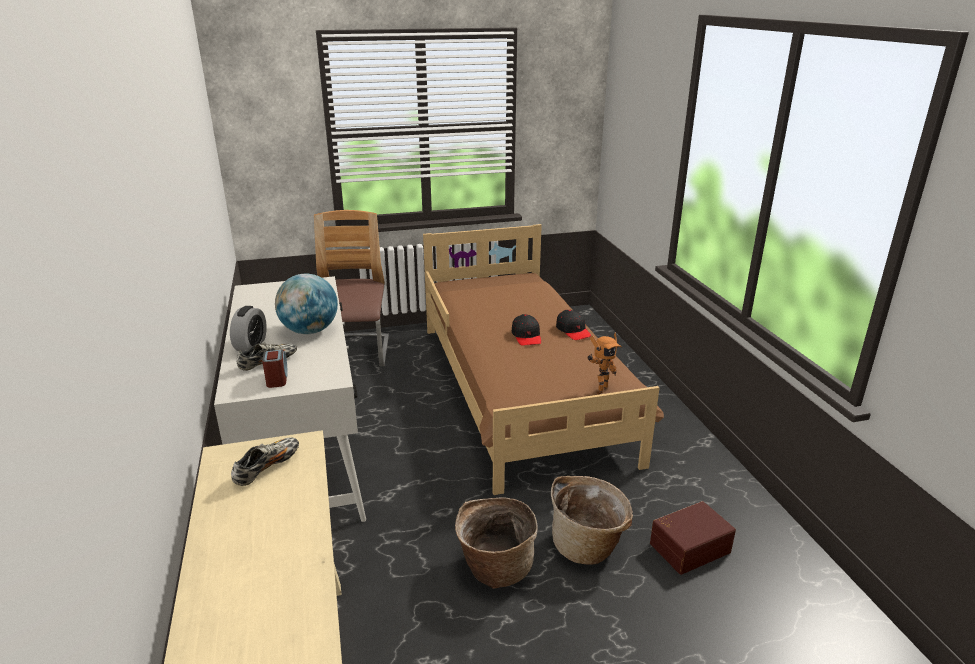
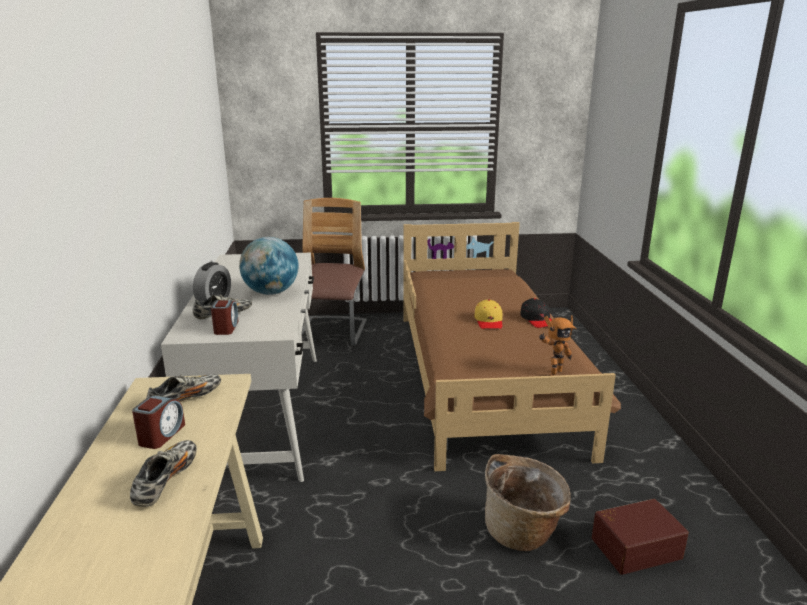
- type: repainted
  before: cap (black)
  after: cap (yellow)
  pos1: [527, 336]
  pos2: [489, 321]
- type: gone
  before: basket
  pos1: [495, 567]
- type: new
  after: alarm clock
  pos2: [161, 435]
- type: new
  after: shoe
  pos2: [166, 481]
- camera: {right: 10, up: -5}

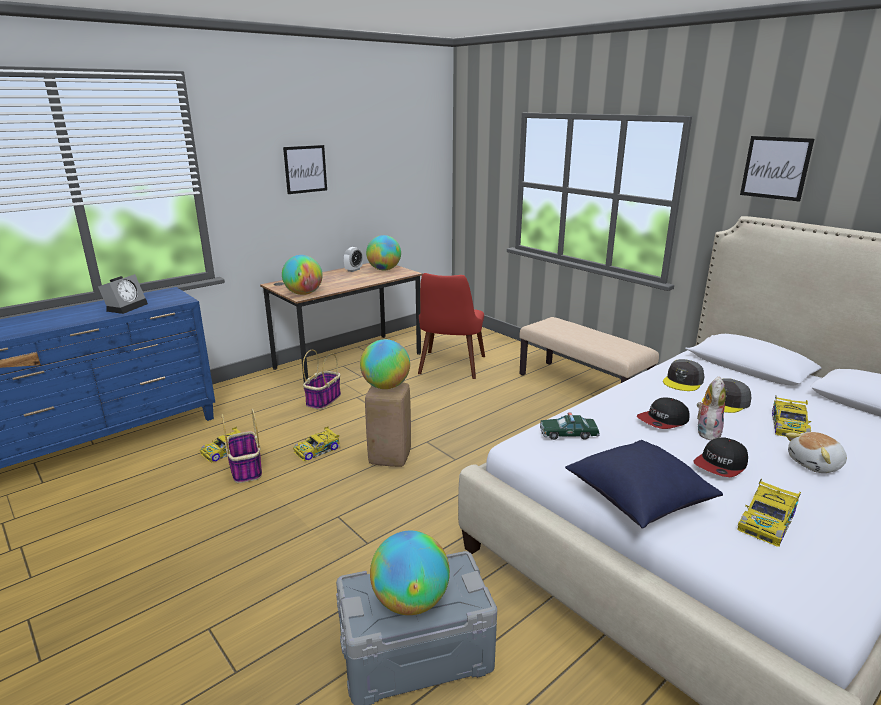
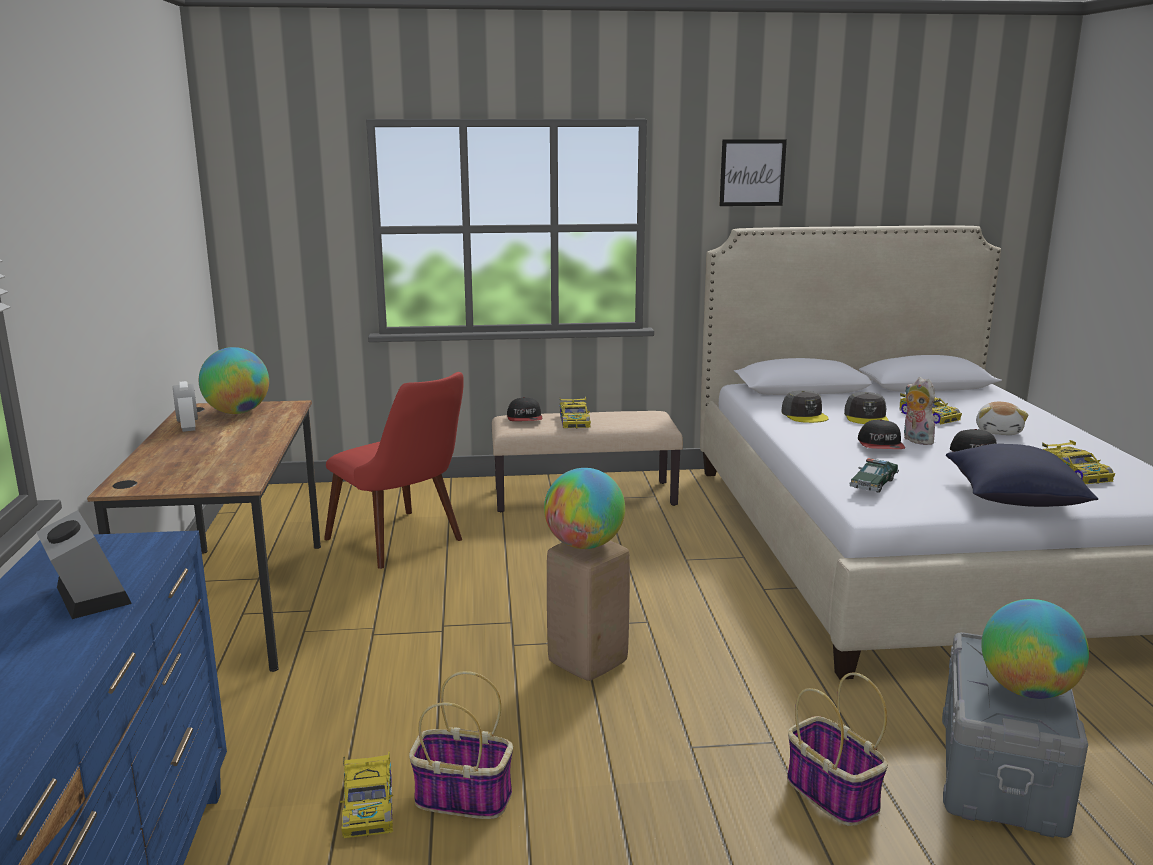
- type: gone
  before: picture
  pos1: [305, 169]
- type: gone
  before: globe
  pos1: [303, 294]
- type: shifted
  before: basket
  pos1: [323, 400]
  pos2: [830, 793]
- type: shifted
  before: toy car
  pos1: [318, 450]
  pos2: [574, 421]
- type: new
  after: cap
  pos2: [525, 418]
- camera: {right: -55, up: -5}

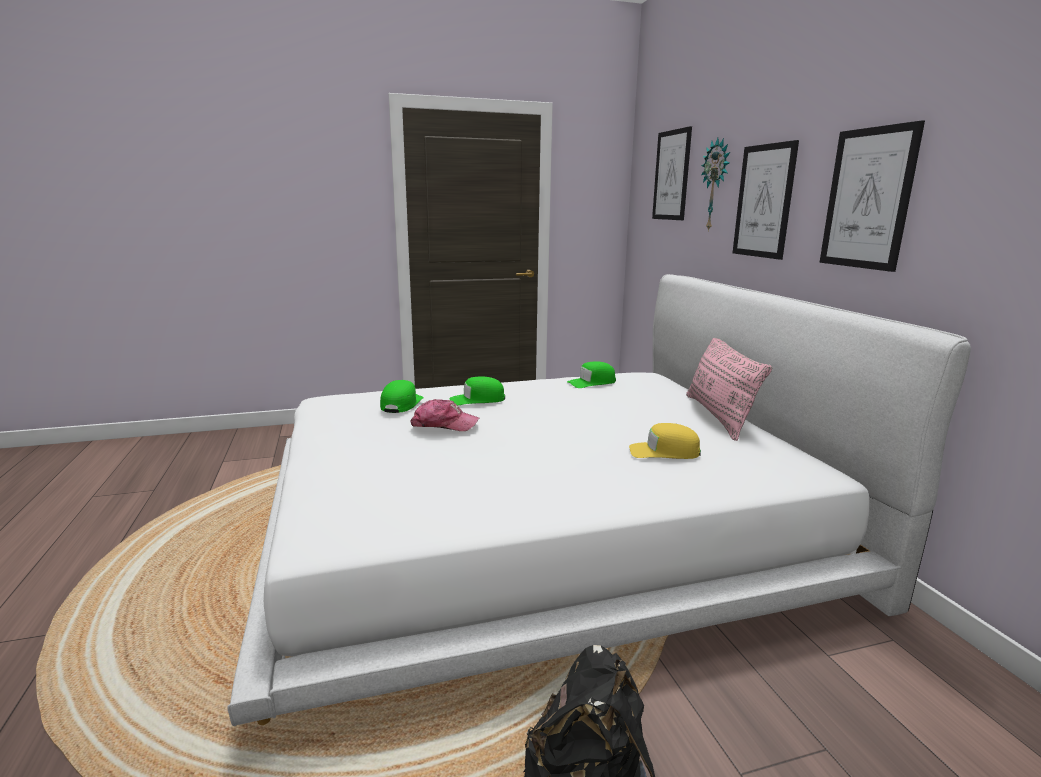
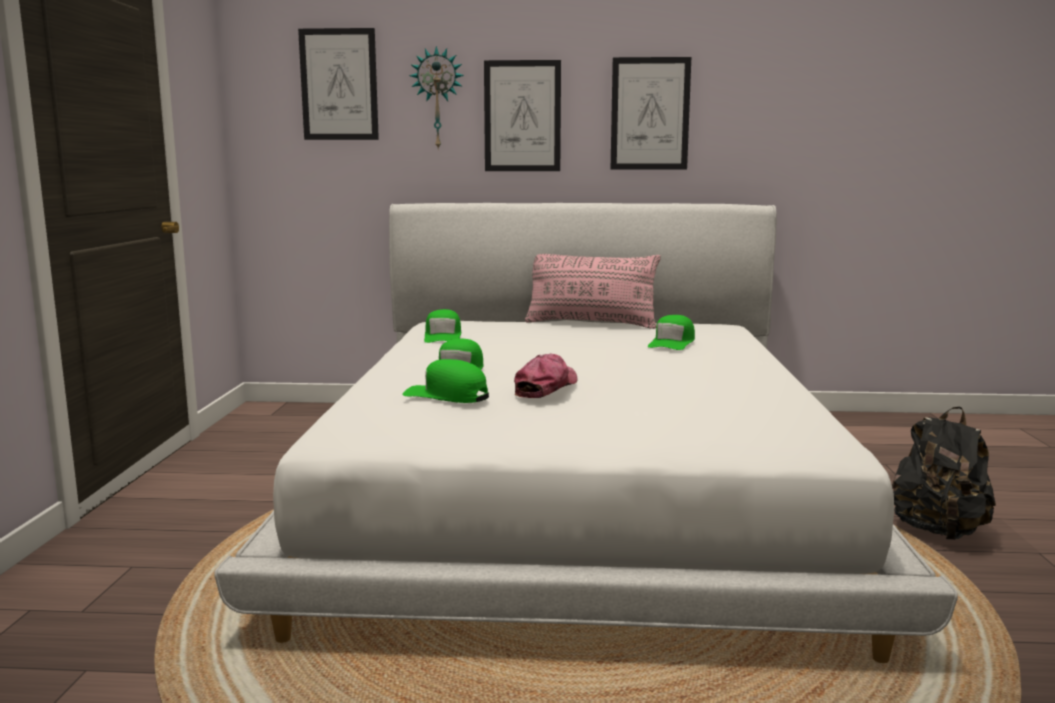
- type: repainted
  before: cap (yellow)
  after: cap (green)
  pos1: [664, 452]
  pos2: [672, 343]
- camera: {right: -70, up: -5}

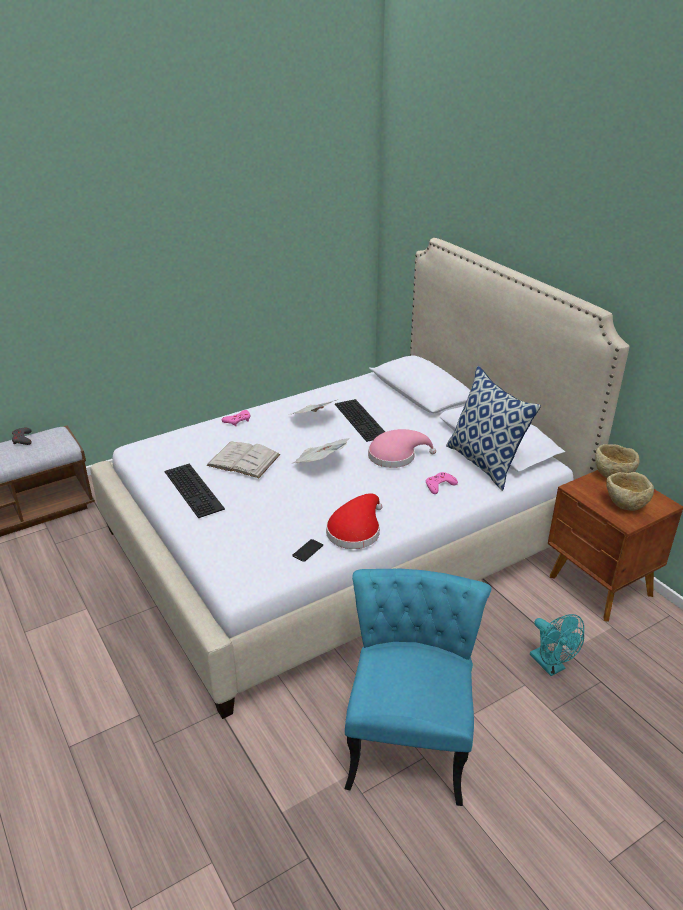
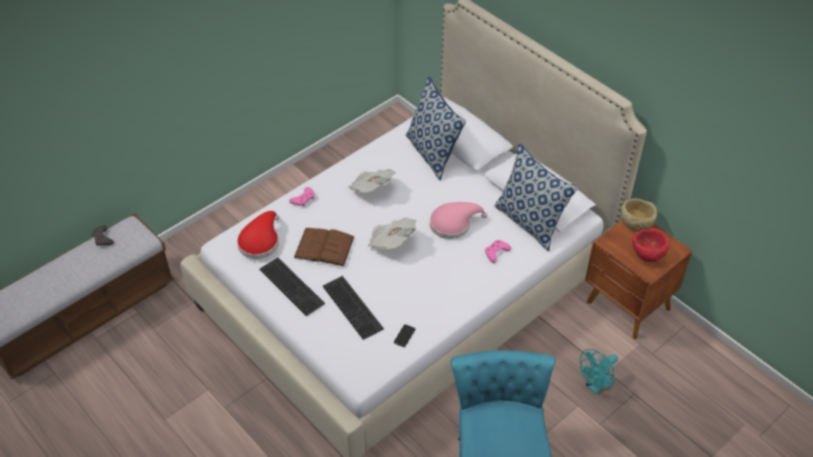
- type: shifted
  before: keyboard
  pos1: [362, 420]
  pos2: [354, 307]
- type: repainted
  before: book (white)
  after: book (brown)
  pos1: [243, 460]
  pos2: [324, 247]
- type: repainted
  before: bowl (beige)
  after: bowl (red)
  pos1: [625, 504]
  pos2: [647, 254]
- type: shifted
  before: hat (red)
  pos1: [355, 530]
  pos2: [260, 241]
- type: rotated
  before: fan (turquoise)
  pos1: [551, 666]
  pos2: [596, 386]
  turn: 90
- type: new
  after: pillow
  pos2: [433, 154]
- camera: {right: -10, up: 15}

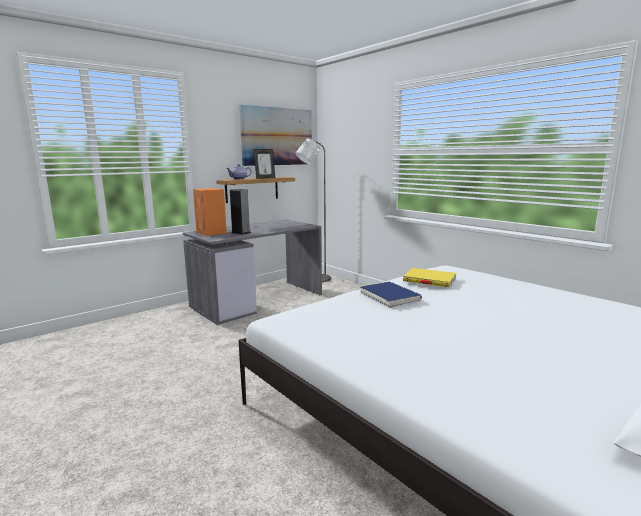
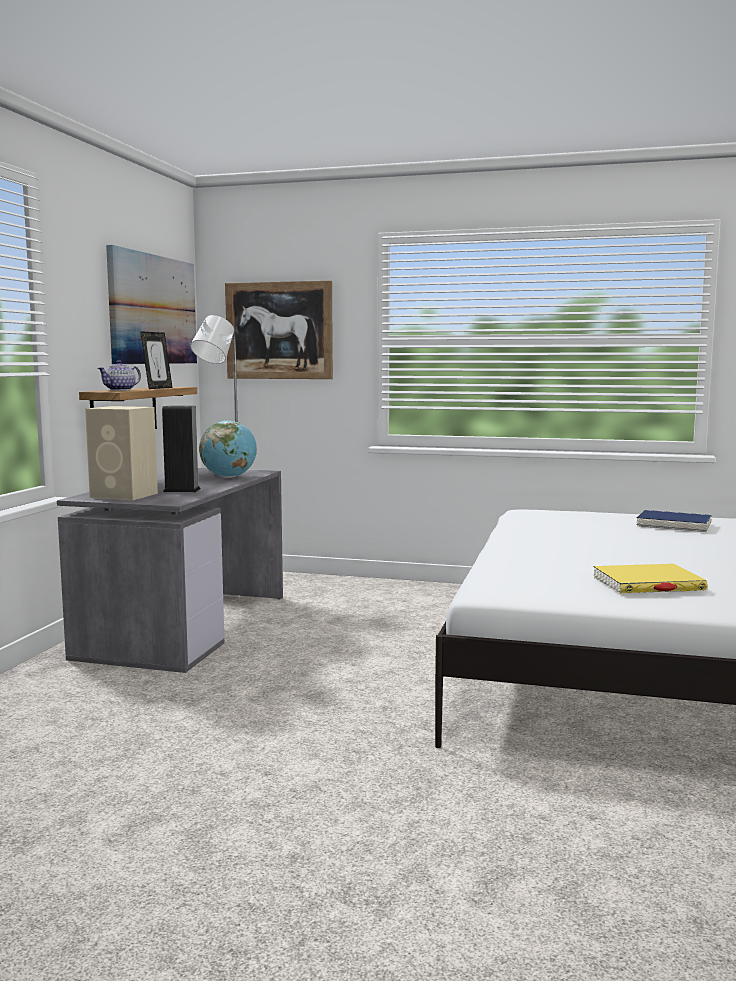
- type: repainted
  before: speaker (orange)
  after: speaker (beige)
  pos1: [211, 233]
  pos2: [125, 495]
- type: shifted
  before: book (yellow)
  pos1: [429, 280]
  pos2: [648, 584]
- type: shifted
  before: book (blue)
  pos1: [389, 296]
  pos2: [674, 524]
- type: new
  after: picture
  pos2: [279, 330]
- type: new
  after: globe
  pos2: [229, 477]
- camera: {right: -35, up: -5}

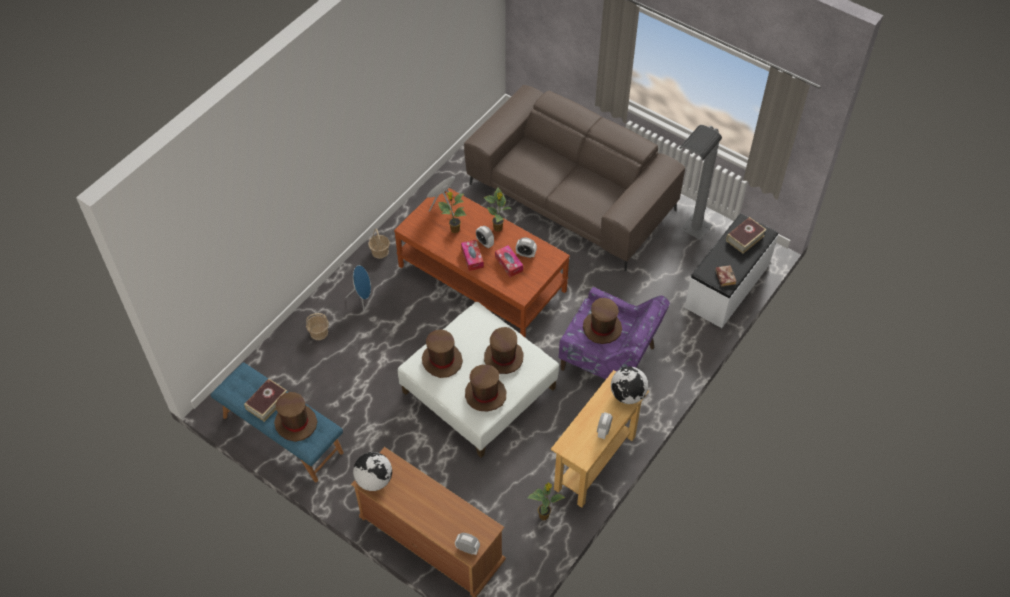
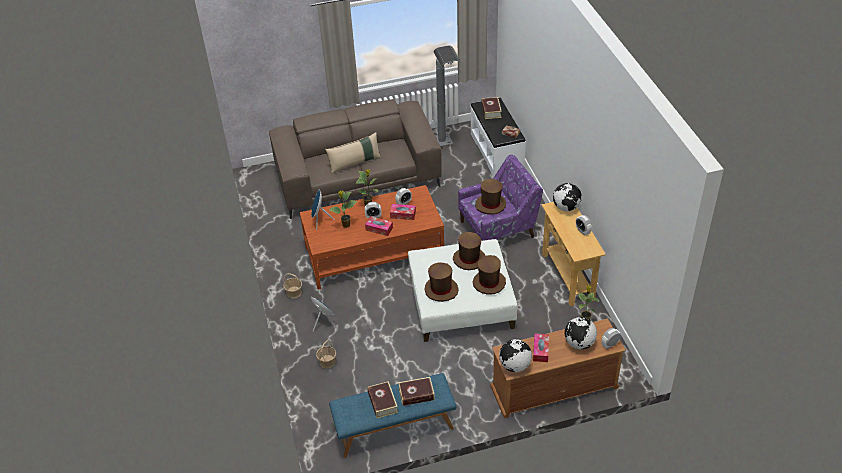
- type: swapped
  before: hat (brown)
  after: book
  pos1: [296, 423]
  pos2: [416, 394]
- type: new
  after: pillow (beige)
  pos2: [355, 163]
- type: new
  after: globe
  pos2: [579, 343]
- type: new
  after: tissue box
  pos2: [540, 350]
- camera: {right: -50, up: -10}

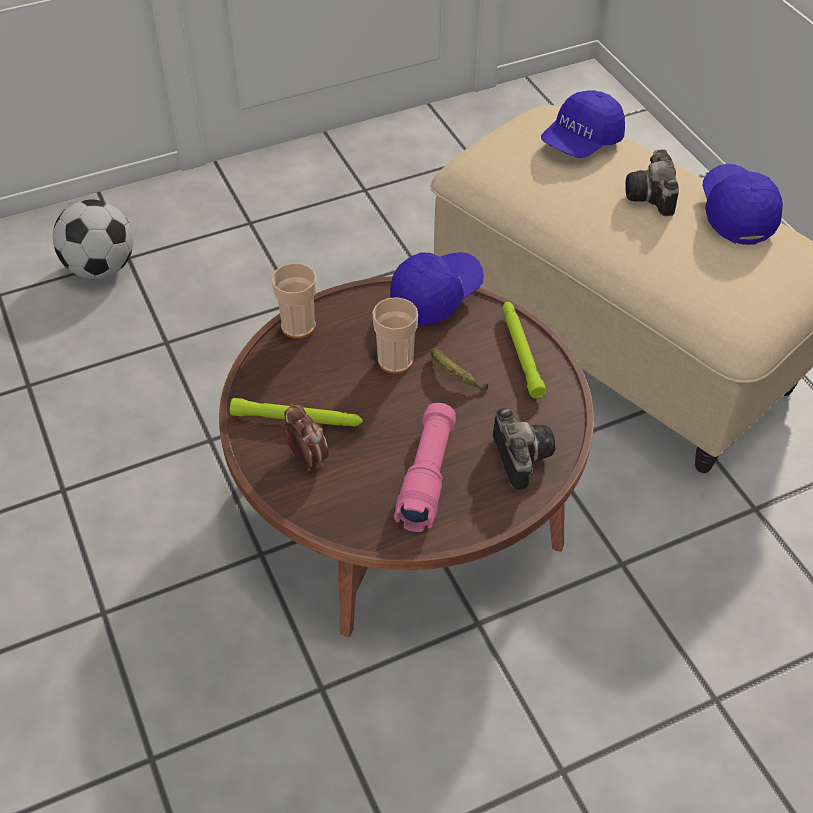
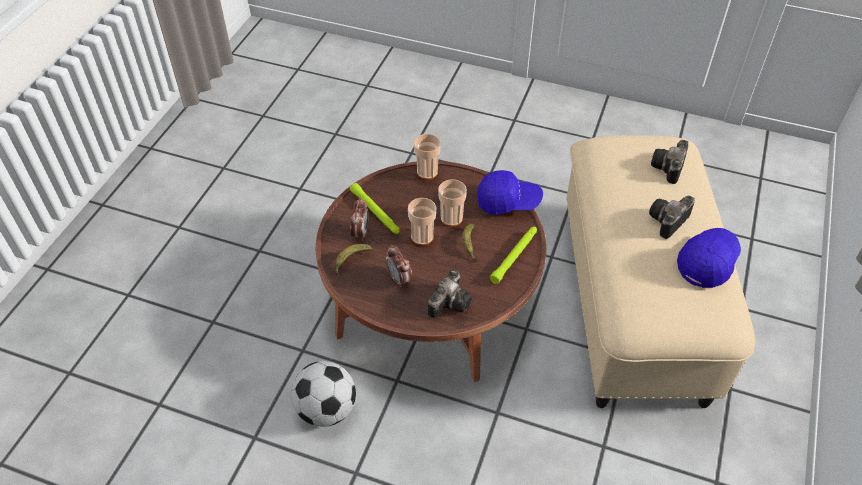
- type: swapped
  before: cap (blue)
  after: photo camera
  pos1: [581, 142]
  pos2: [668, 169]
- type: shifted
  before: football
  pos1: [100, 269]
  pos2: [326, 409]
- type: swapped
  before: flashlight (pink)
  after: alarm clock
  pos1: [427, 476]
  pos2: [399, 279]
- type: new
  after: cup
  pos2: [422, 237]
- type: new
  after: banana
  pos2: [350, 260]
- camera: {right: 45, up: 0}

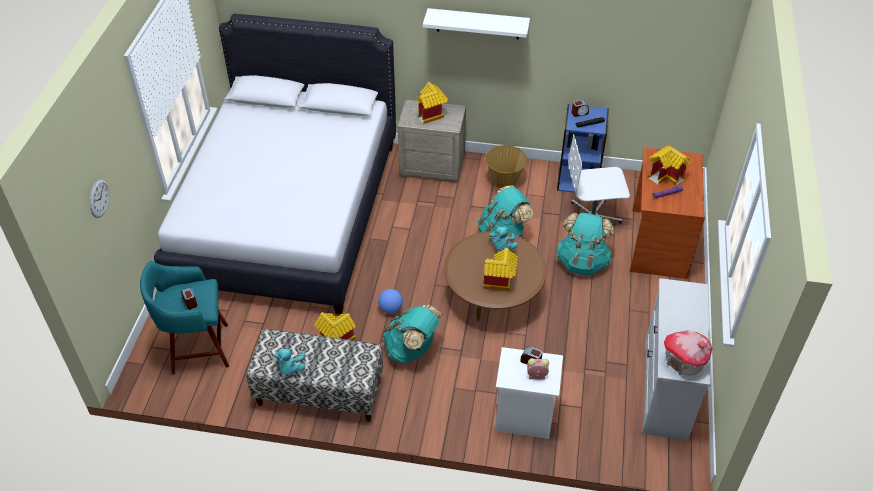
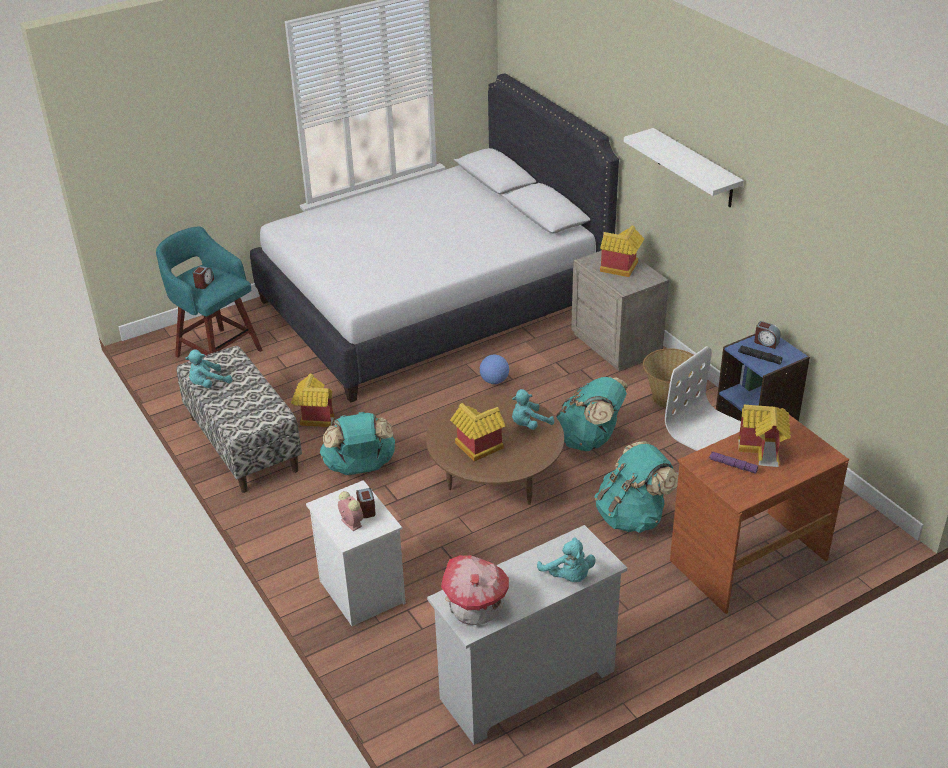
- type: gone
  before: wall clock
  pos1: [99, 198]
- type: shifted
  before: football
  pos1: [391, 309]
  pos2: [494, 381]
- type: new
  after: plush toy (turquoise)
  pos2: [568, 577]
- camera: {right: 50, up: -10}

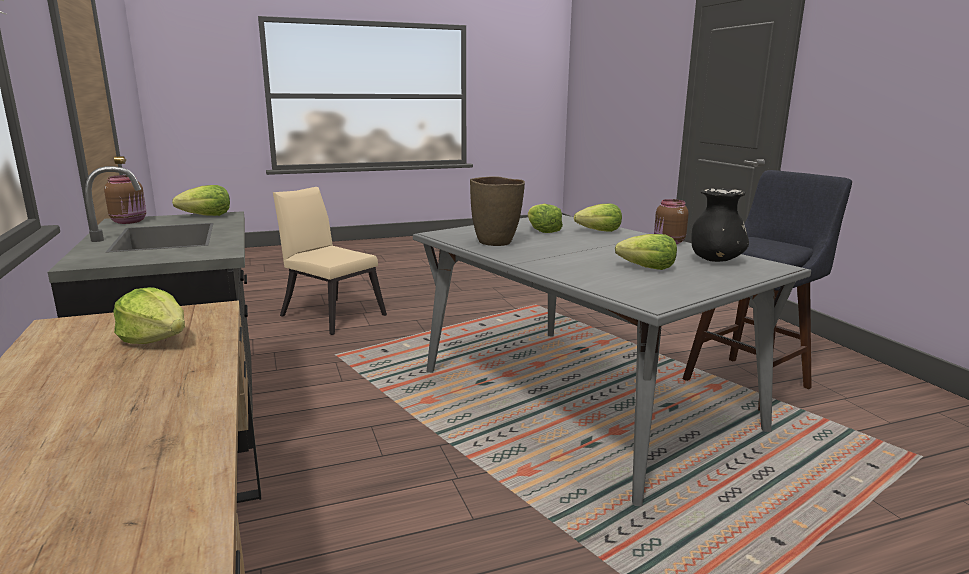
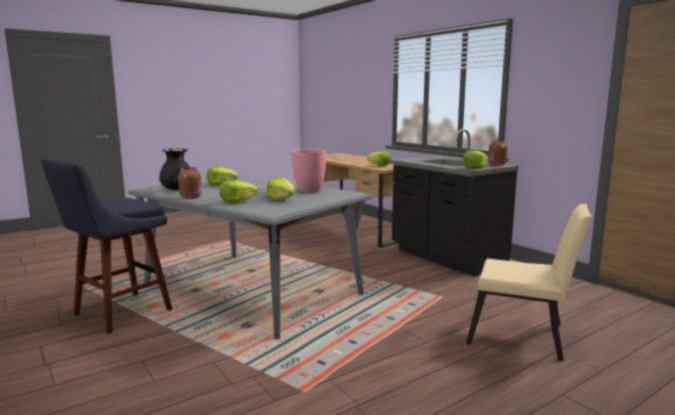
- type: repainted
  before: vase (brown)
  after: vase (pink)
  pos1: [496, 242]
  pos2: [309, 190]
- camera: {right: 165, up: -5}

